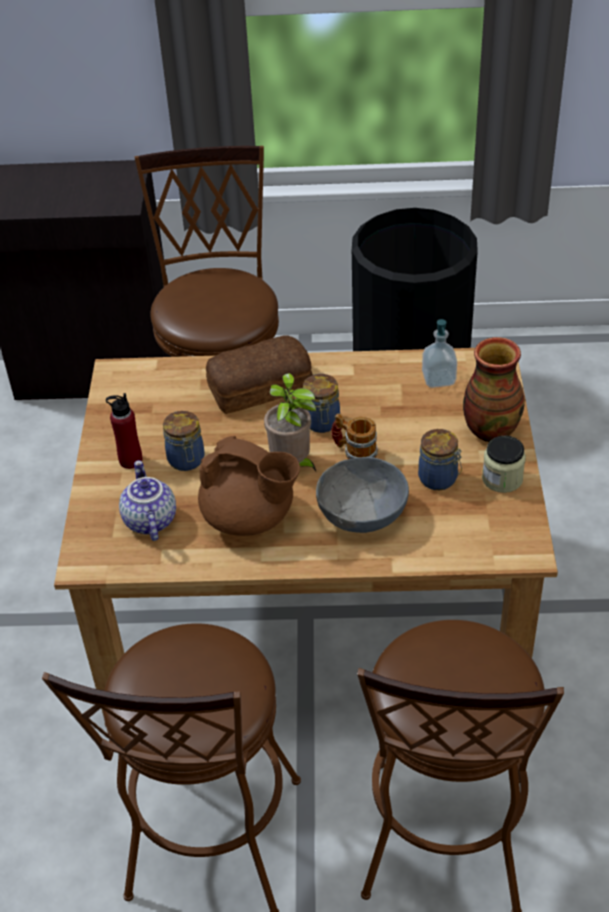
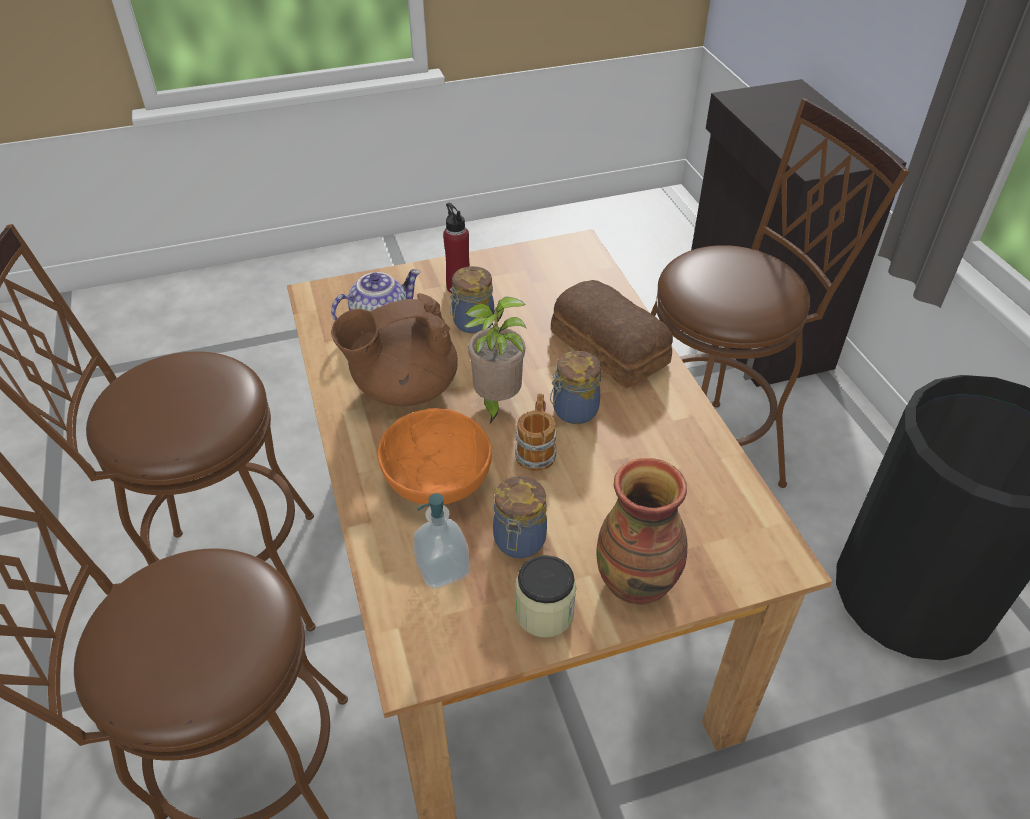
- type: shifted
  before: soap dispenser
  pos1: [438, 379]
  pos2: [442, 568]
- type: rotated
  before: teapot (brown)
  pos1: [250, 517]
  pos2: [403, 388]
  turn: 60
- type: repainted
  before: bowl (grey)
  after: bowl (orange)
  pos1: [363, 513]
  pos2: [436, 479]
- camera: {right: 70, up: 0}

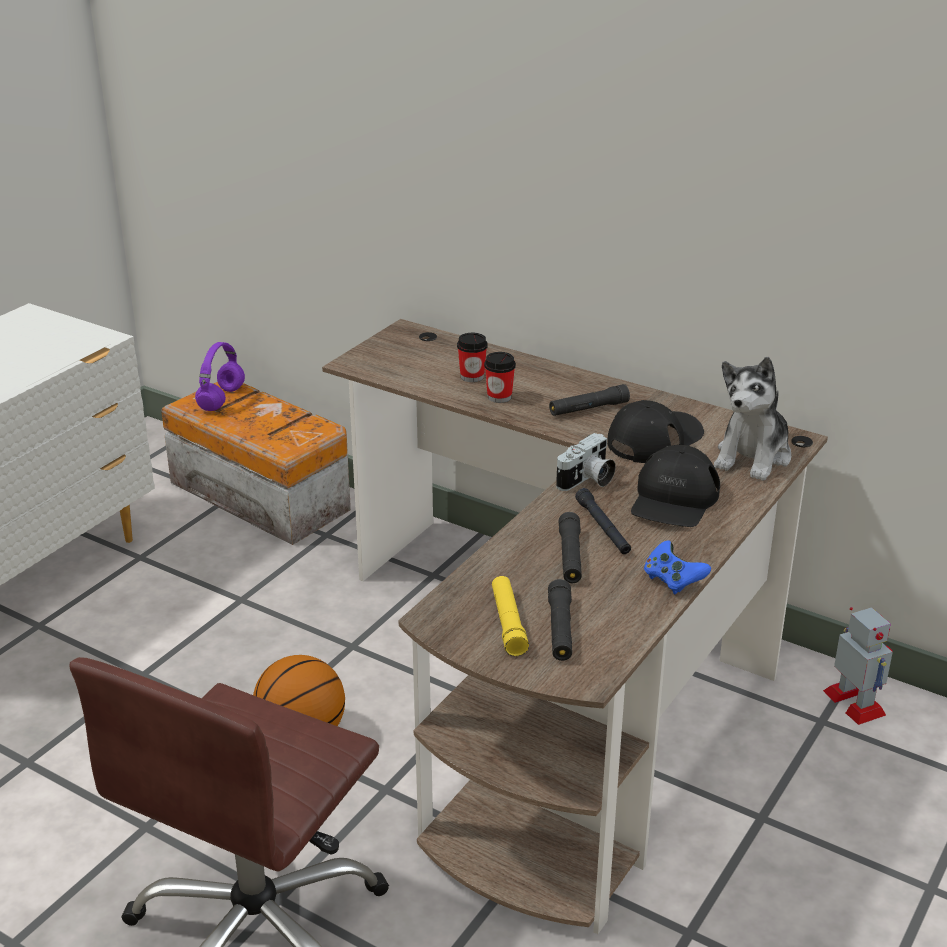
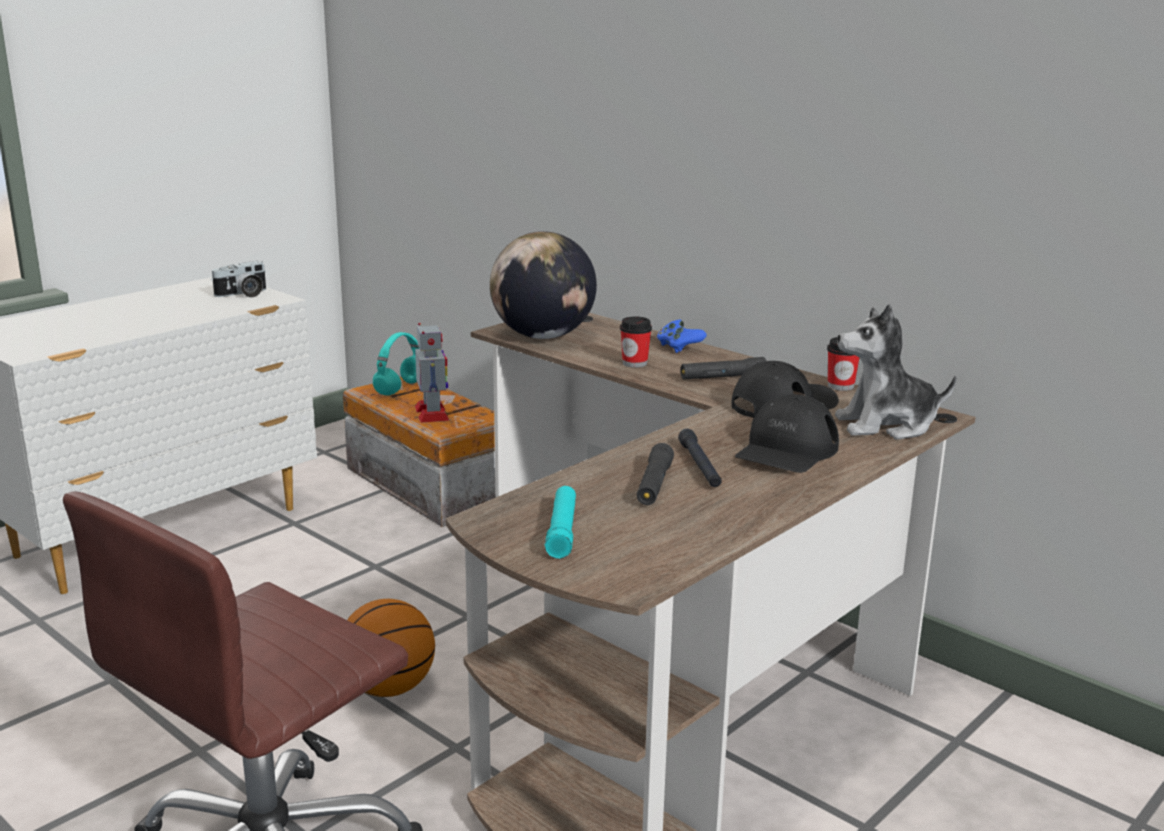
- type: shifted
  before: cup
  pos1: [472, 376]
  pos2: [840, 386]
- type: repainted
  before: headphones (purple)
  after: headphones (turquoise)
  pos1: [222, 400]
  pos2: [400, 389]
- type: rotated
  before: plush toy
  pos1: [753, 457]
  pos2: [886, 425]
  turn: 45
- type: shifted
  before: photo camera
  pos1: [587, 480]
  pos2: [243, 294]
- type: shifted
  before: game controller (blue)
  pos1: [672, 580]
  pos2: [679, 347]
- type: repainted
  before: flashlight (yellow)
  after: flashlight (turquoise)
  pos1: [508, 623]
  pos2: [562, 531]
- type: gone
  before: flashlight (black)
  pos1: [560, 629]
- type: shifted
  before: toy robot
  pos1: [855, 703]
  pos2: [432, 413]
- type: new
  after: globe
  pos2: [542, 336]
- camera: {right: 10, up: -10}

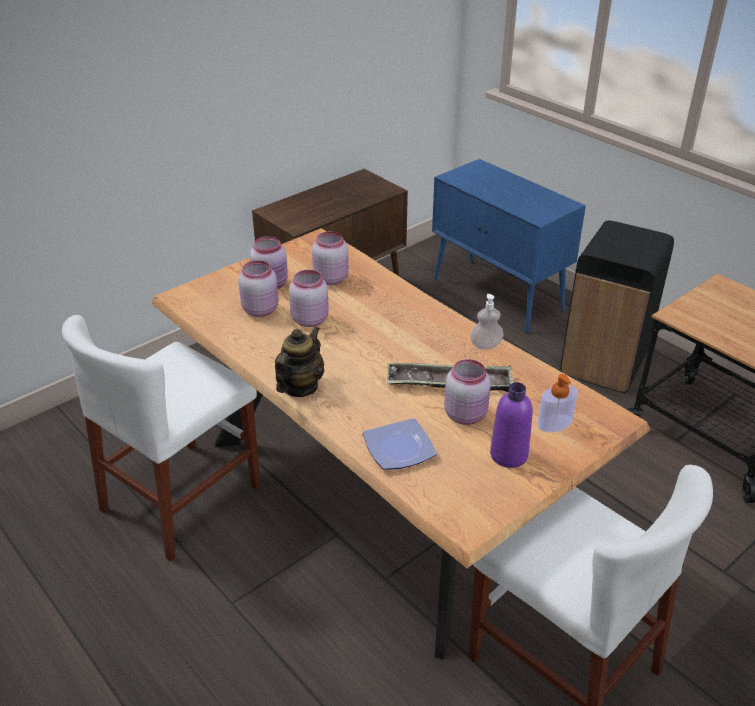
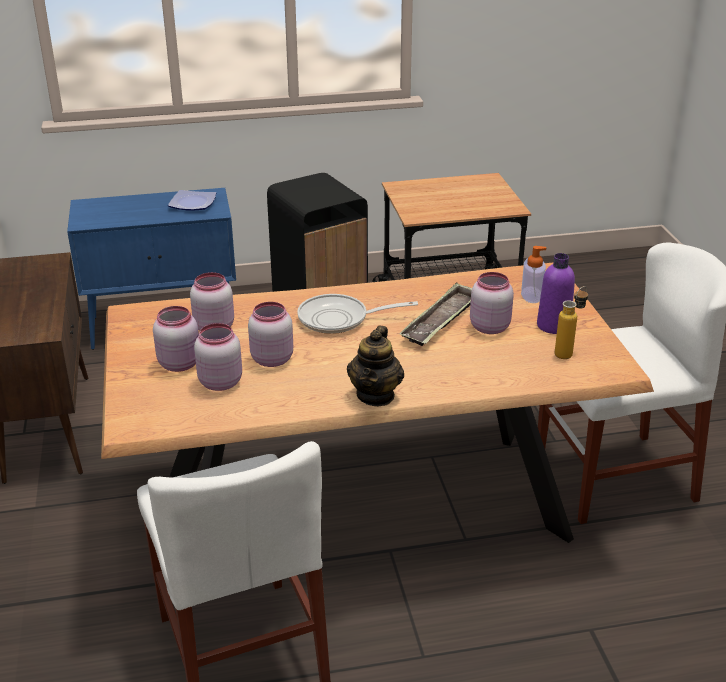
- type: gone
  before: soap dispenser
  pos1: [485, 345]
- type: rotated
  before: teapot
  pos1: [300, 387]
  pos2: [376, 395]
  turn: -135
- type: shifted
  before: plate
  pos1: [398, 449]
  pos2: [193, 204]
- type: new
  after: bottle
  pos2: [568, 352]
- type: new
  after: frying pan
  pos2: [339, 319]
- camera: {right: -60, up: -5}

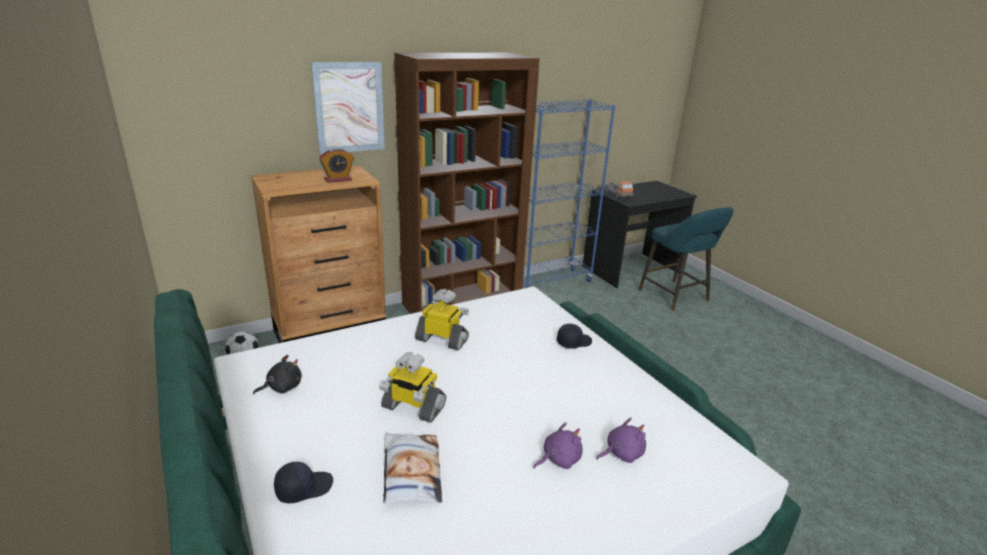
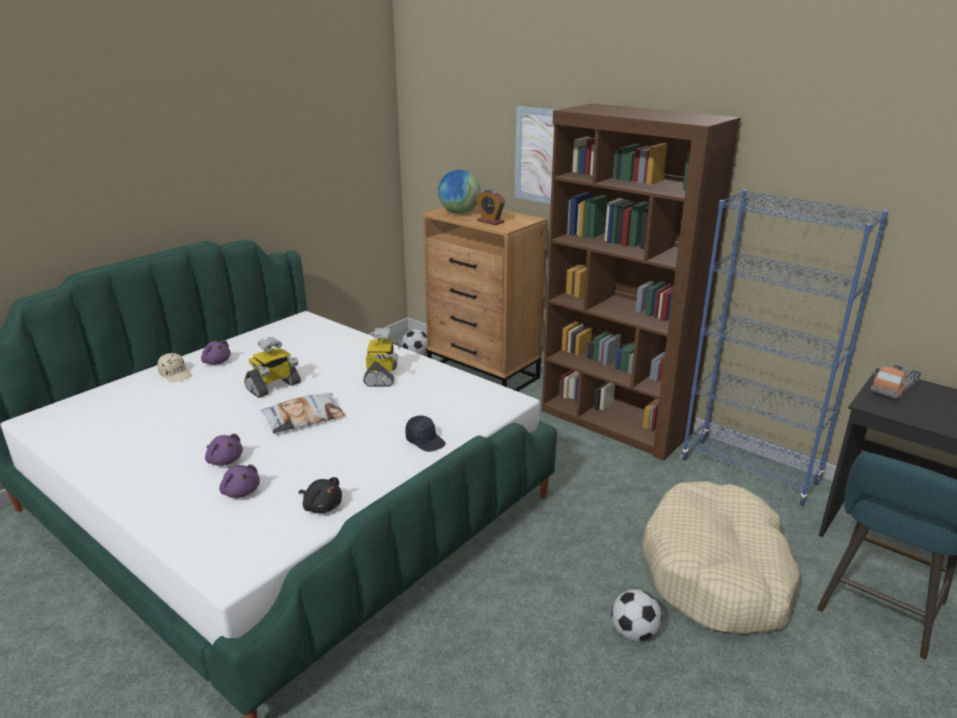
- type: rotated
  before: toy robot
  pos1: [412, 407]
  pos2: [273, 387]
  turn: -135
- type: shifted
  before: plush toy (black)
  pos1: [282, 387]
  pos2: [322, 506]
- type: shifted
  before: pillow
  pos1: [410, 472]
  pos2: [303, 418]
- type: repainted
  before: cap (black)
  after: cap (beige)
  pos1: [303, 488]
  pos2: [176, 374]
- type: new
  after: globe
  pos2: [459, 213]
- type: new
  after: plush toy (purple)
  pos2: [216, 362]
- type: new
  after: dog bed (beige)
  pos2: [717, 573]
- type: new
  after: football
  pos2: [634, 632]
- camera: {right: 70, up: 0}

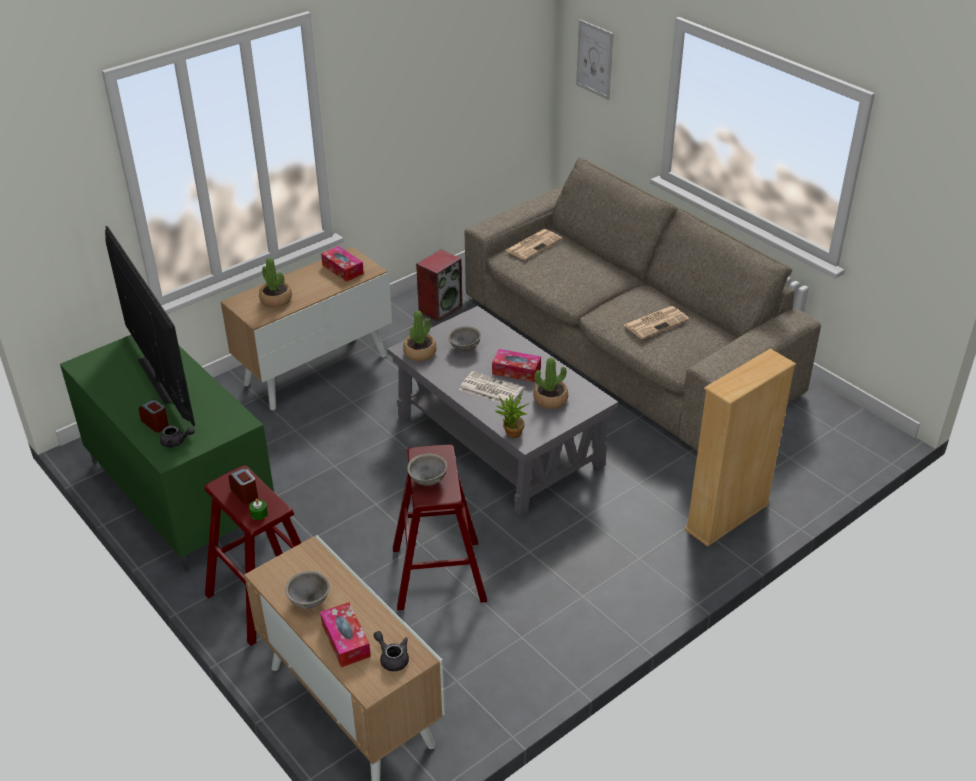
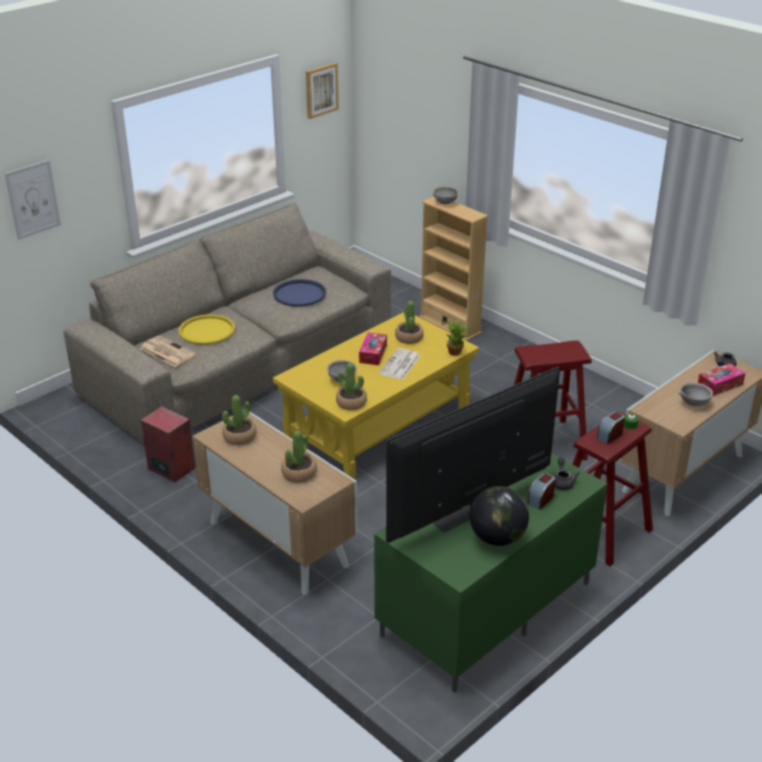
- type: swapped
  before: tissue box
  after: potted plant
  pos1: [342, 269]
  pos2: [239, 437]
- type: repainted
  before: coffee table (grey)
  after: coffee table (yellow)
  pos1: [500, 439]
  pos2: [378, 422]
- type: swapped
  before: newspaper
  after: tray (blue)
  pos1: [656, 322]
  pos2: [299, 294]
- type: shifted
  before: bowl (grey)
  pos1: [427, 481]
  pos2: [445, 203]
- type: new
  after: picture
  pos2: [321, 90]
- type: new
  after: tray (yellow)
  pos2: [207, 330]
- type: new
  after: globe
  pos2: [497, 538]
- camera: {right: -95, up: -5}

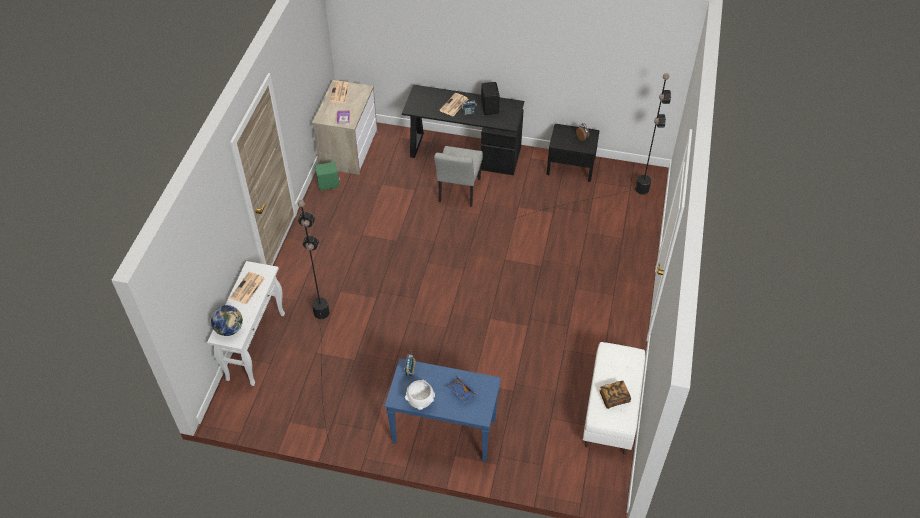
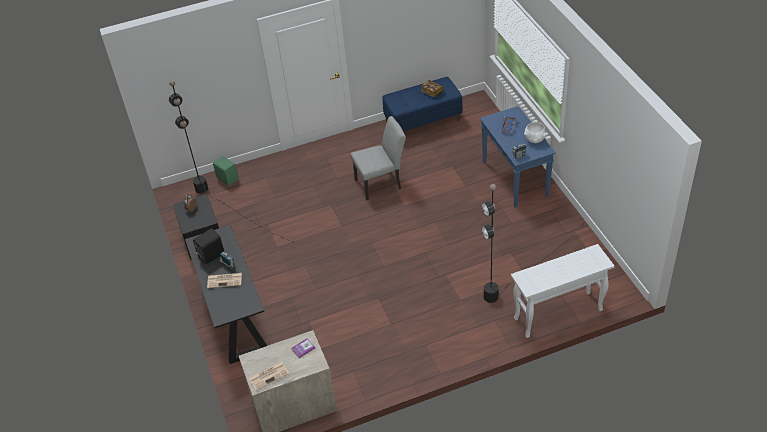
- type: shifted
  before: chair (grey)
  pos1: [458, 193]
  pos2: [381, 183]
- type: shifted
  before: speaker (green)
  pos1: [329, 185]
  pos2: [228, 178]
- type: gone
  before: newspaper
  pos1: [247, 289]
- type: gone
  before: globe
  pos1: [229, 329]
- type: repainted
  before: bench (white)
  after: bench (blue)
  pos1: [611, 410]
  pos2: [423, 121]
- camera: {right: -120, up: -5}

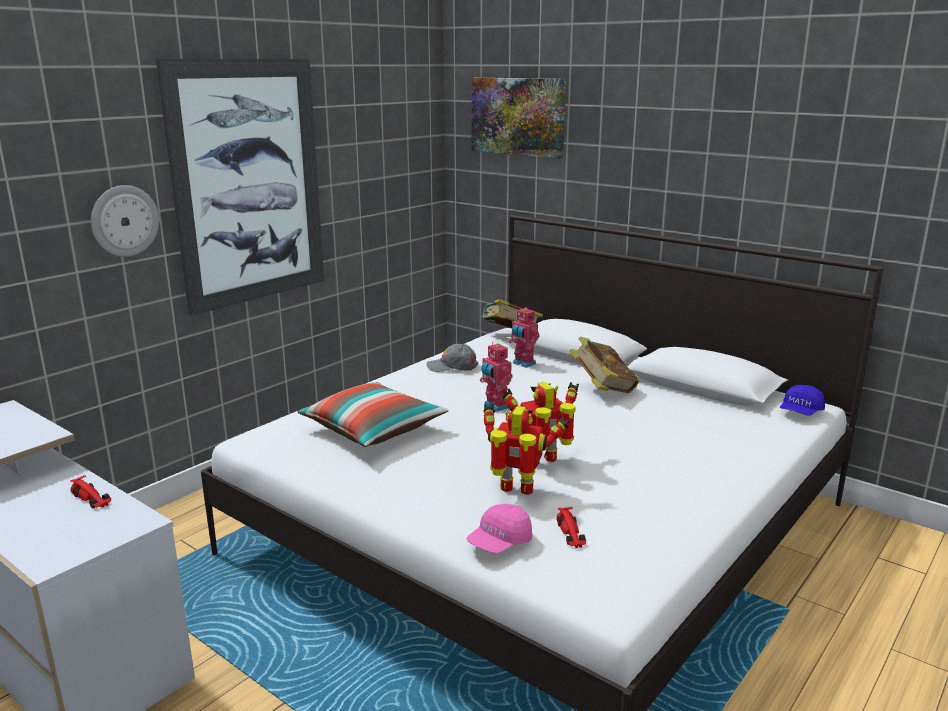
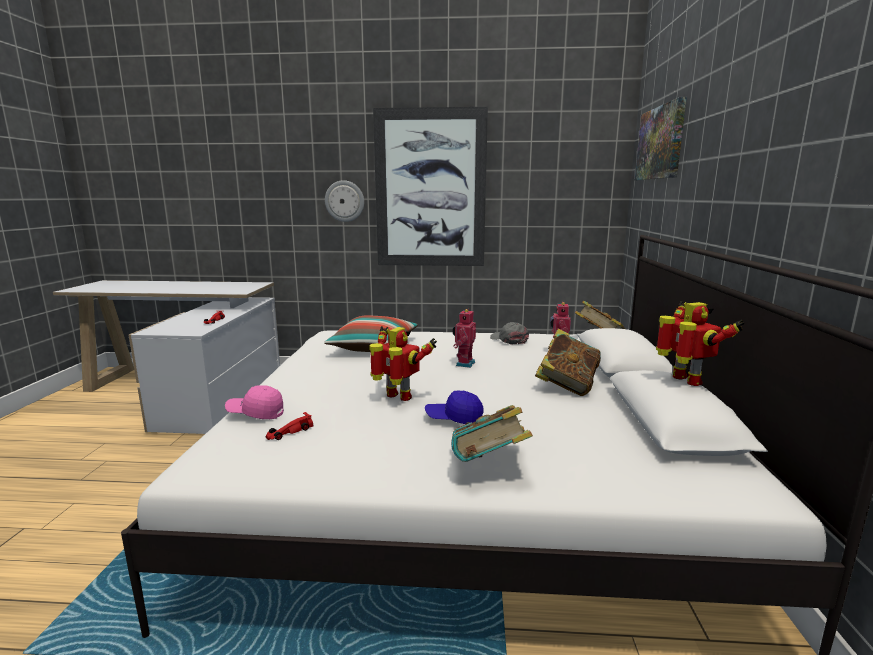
- type: shifted
  before: cap (blue)
  pos1: [800, 412]
  pos2: [454, 419]
- type: shifted
  before: toy robot
  pos1: [517, 491]
  pos2: [685, 381]
- type: new
  after: book
  pos2: [489, 465]
- camera: {right: 55, up: -5}

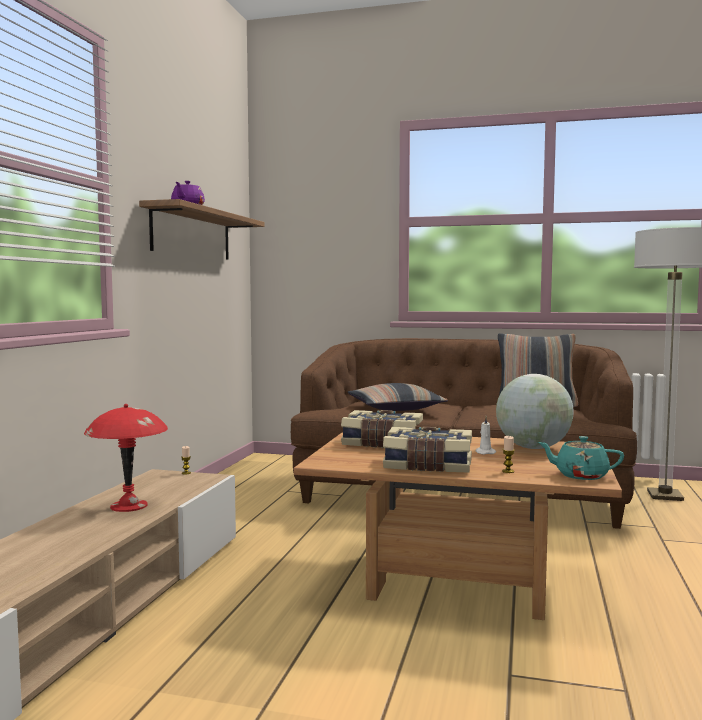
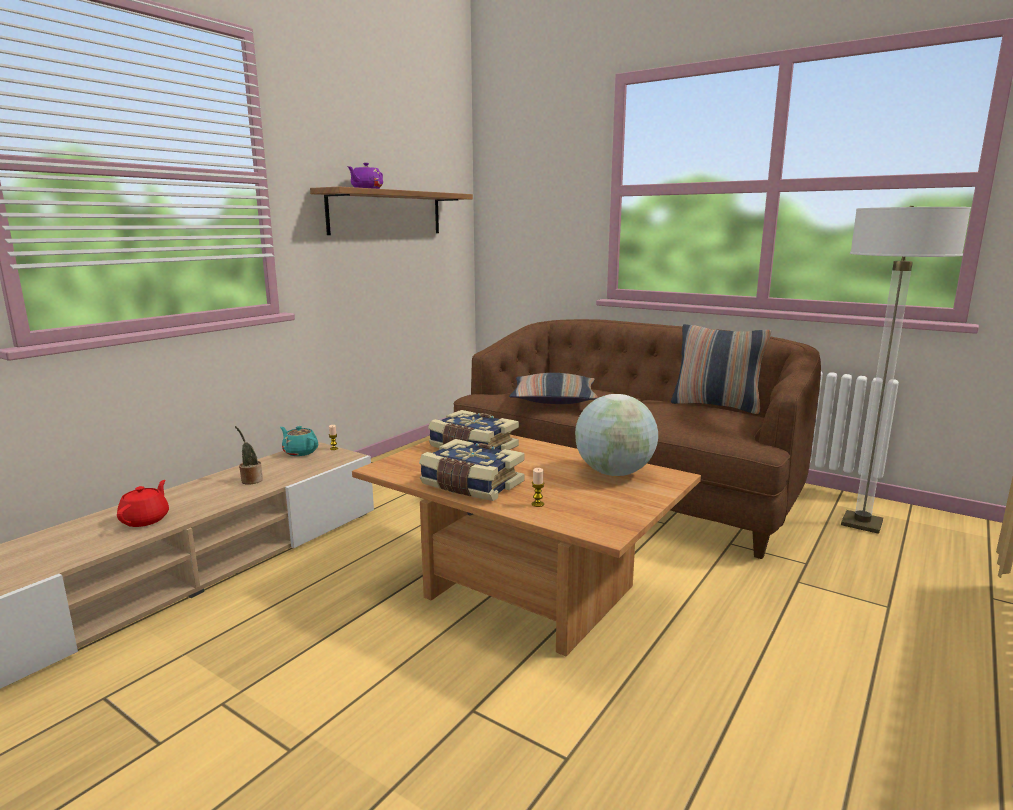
- type: swapped
  before: table lamp (red)
  after: potted plant
  pos1: [129, 506]
  pos2: [251, 480]
- type: gone
  before: candle (white)
  pos1: [484, 452]
- type: shifted
  before: teapot (turquoise)
  pos1: [580, 475]
  pos2: [300, 452]
- type: new
  after: teapot (red)
  pos2: [146, 519]
- camera: {right: 20, up: 10}

